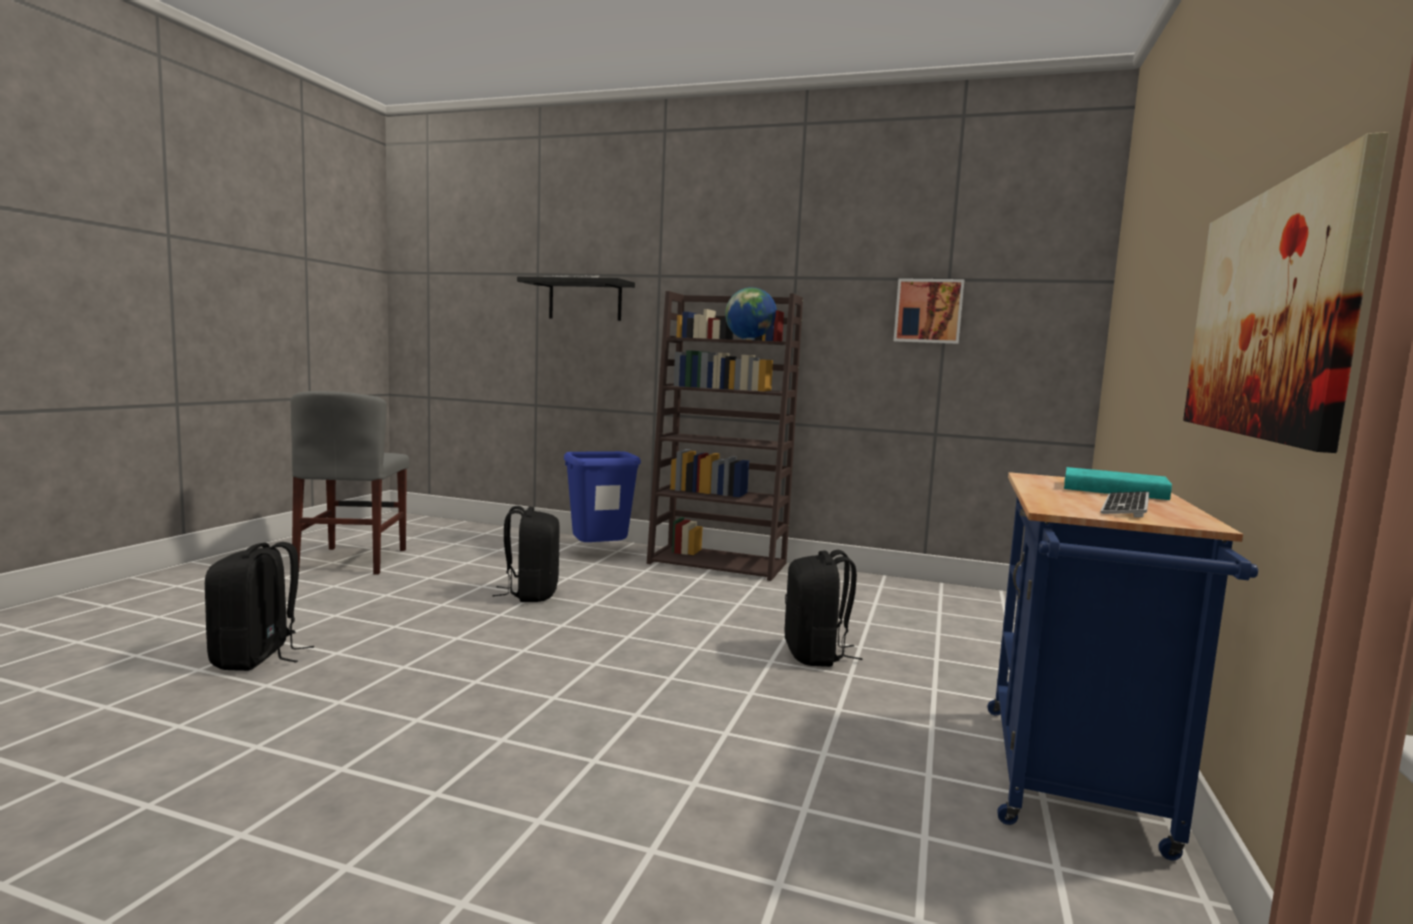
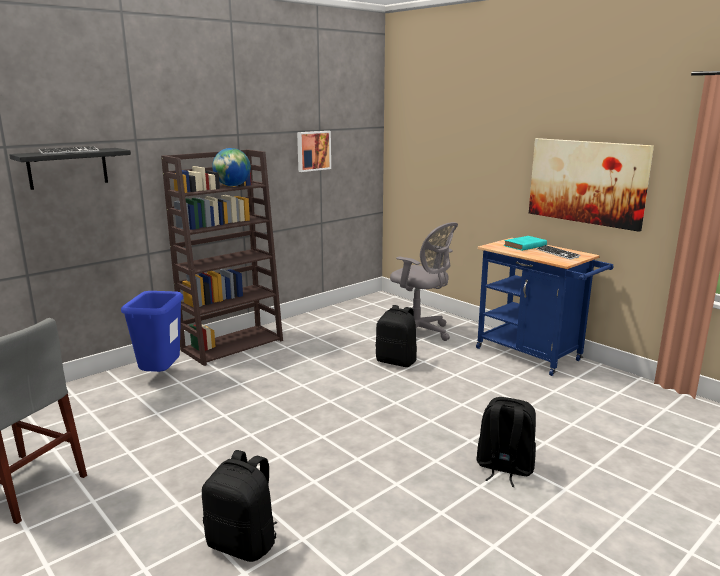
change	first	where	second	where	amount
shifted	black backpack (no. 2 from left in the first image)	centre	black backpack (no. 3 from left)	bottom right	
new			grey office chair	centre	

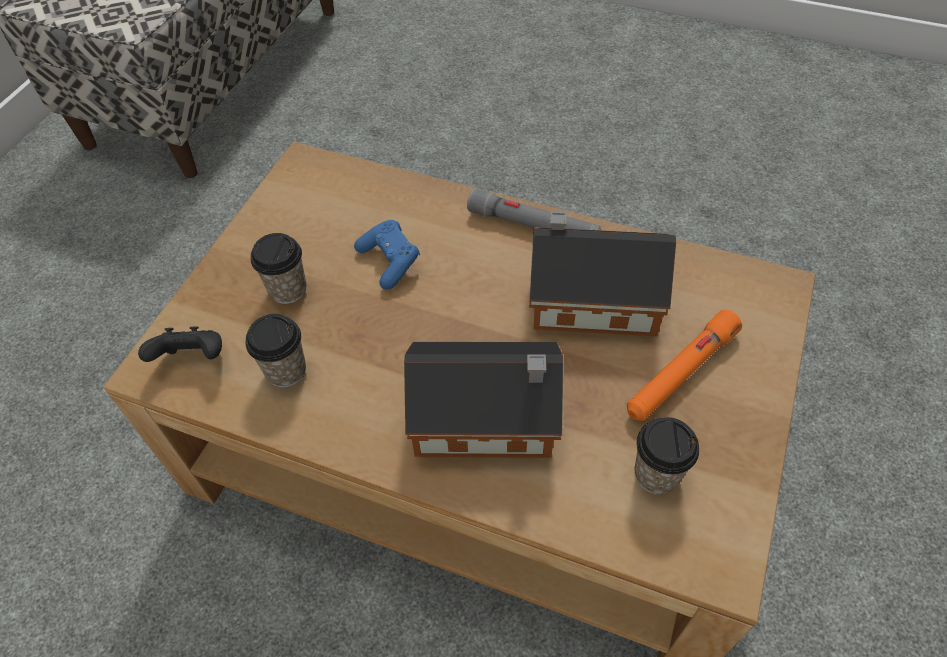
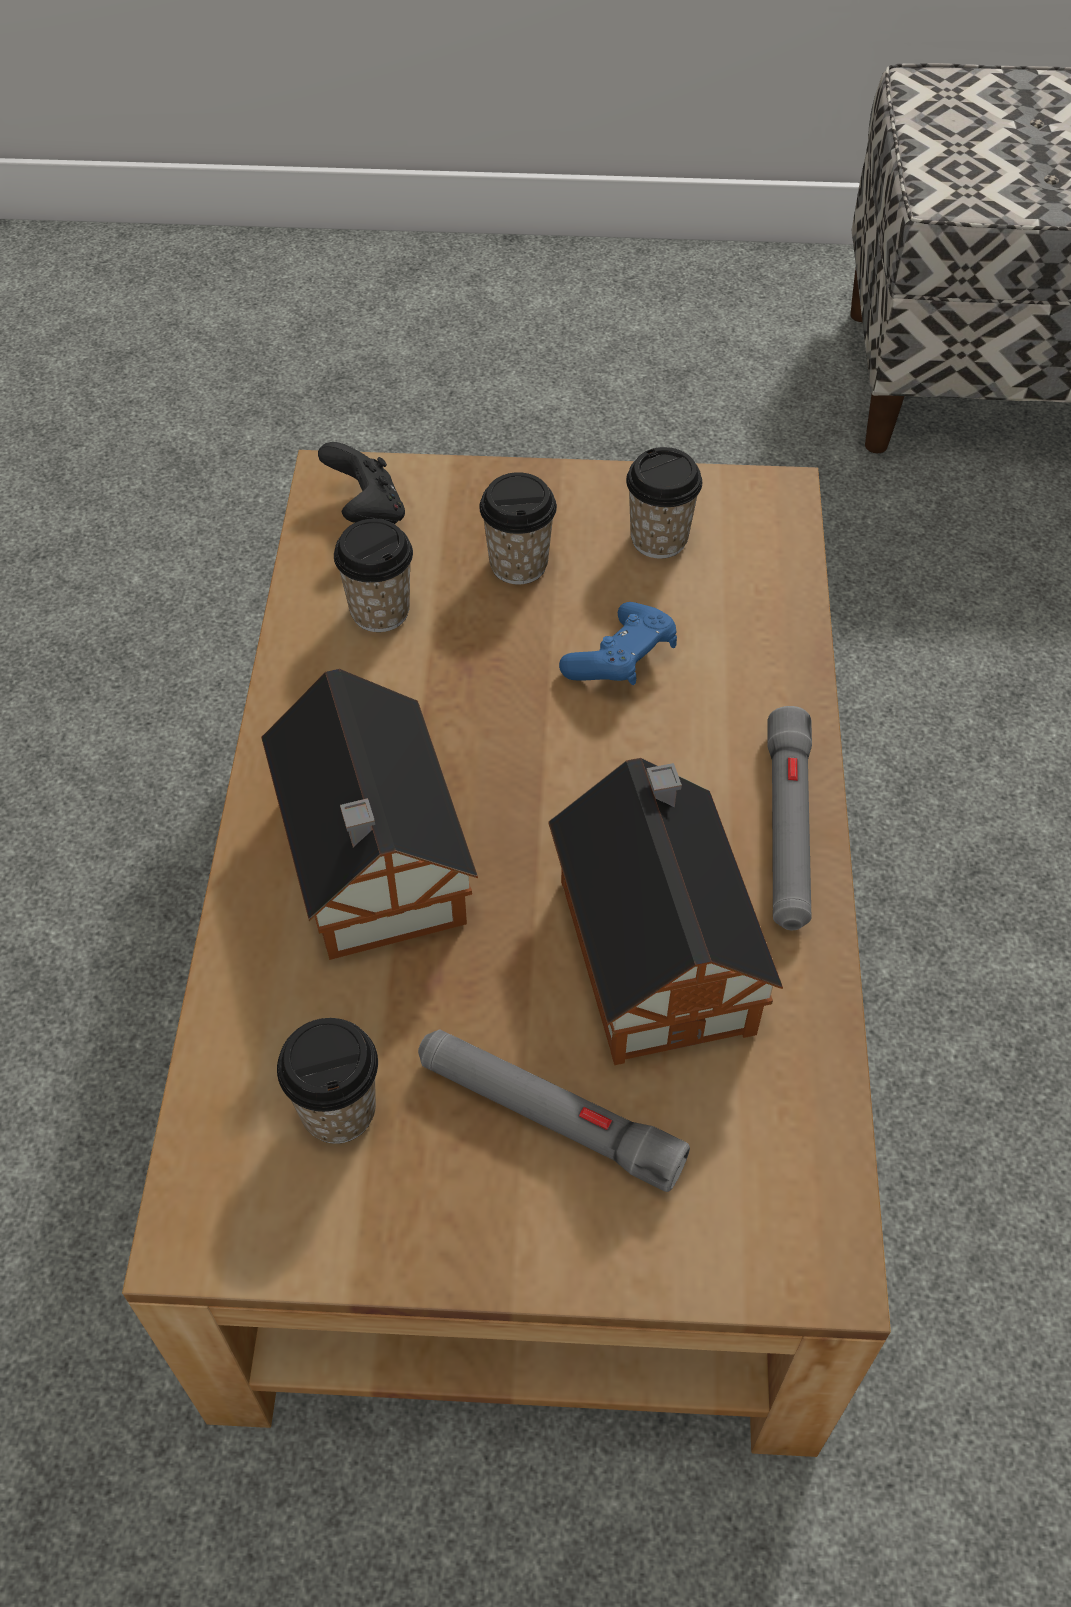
change	first	where	second	where	amount
repainted	orange flashlight	middle right	grey flashlight (no. 1 from left)	bottom centre	
new			cup (no. 4 from left)	top centre	

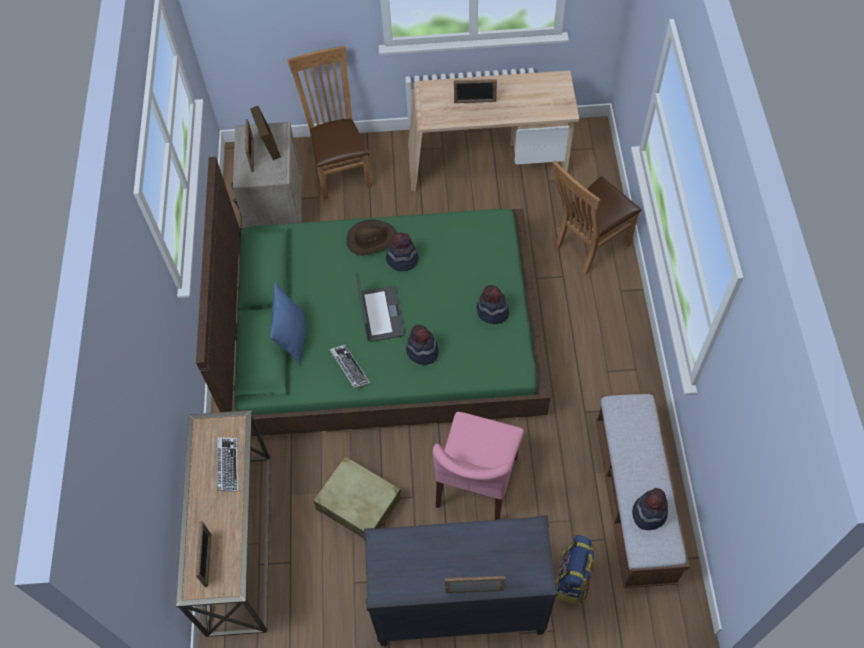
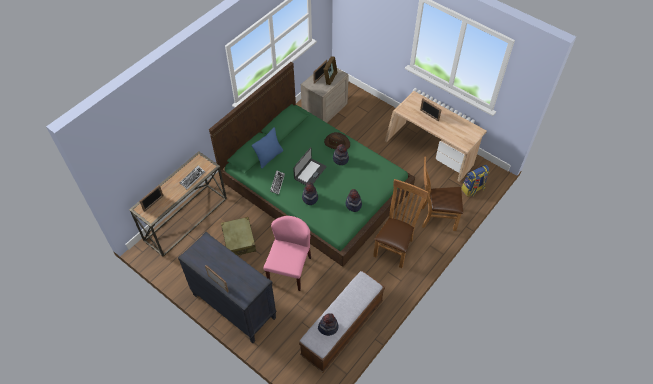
change	first	where	second	where	amount
shifted	brown chair (no. 1 from left)	top centre		centre	
rotated	pink chair	bottom centre		centre	135 degrees clockwise
shifted	backpack	bottom centre		middle right	

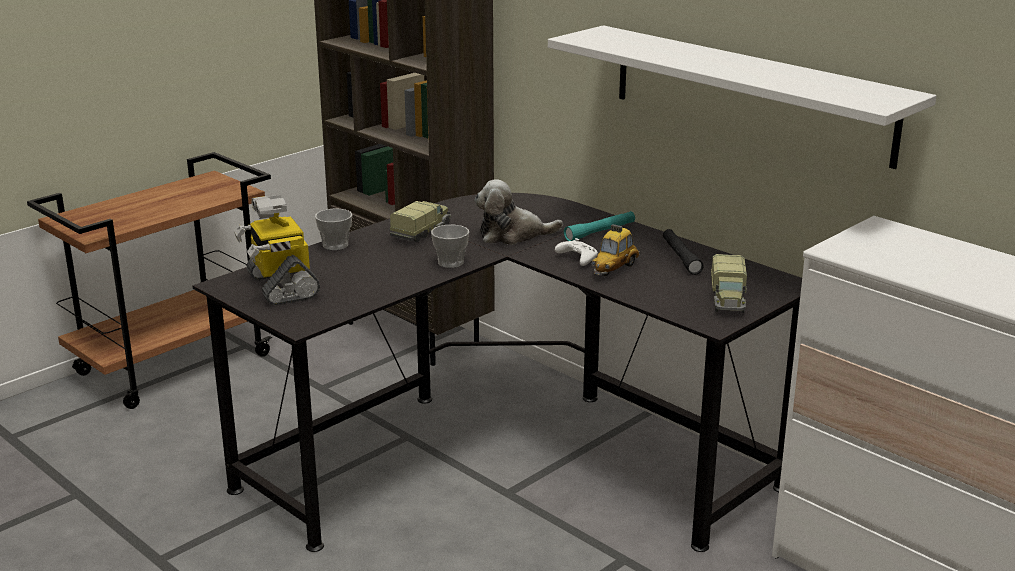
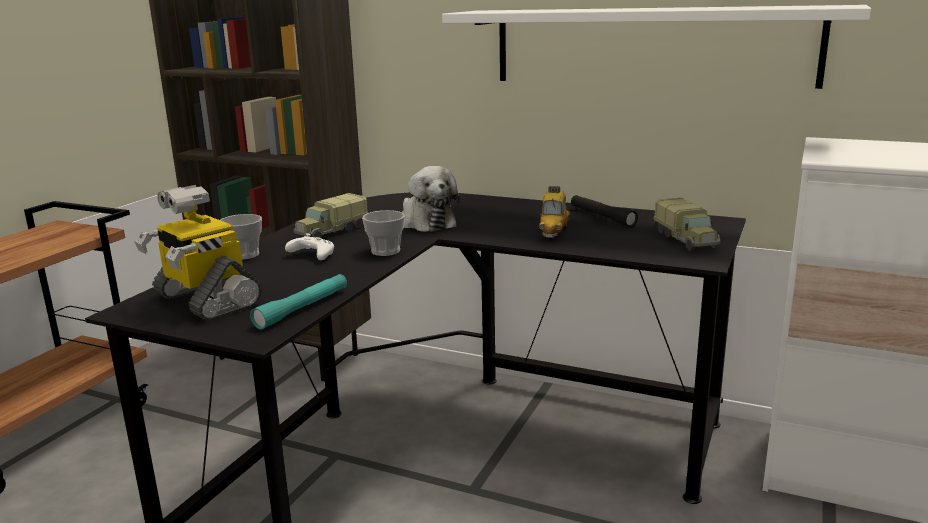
change	first	where	second	where	amount
rotated	toy truck (no. 1 from left)	centre		centre	150 degrees counterclockwise
rotated	plush toy	centre		centre	90 degrees counterclockwise
shifted	white game controller	centre		middle left	
shifted	turquoise flashlight	centre		middle left	

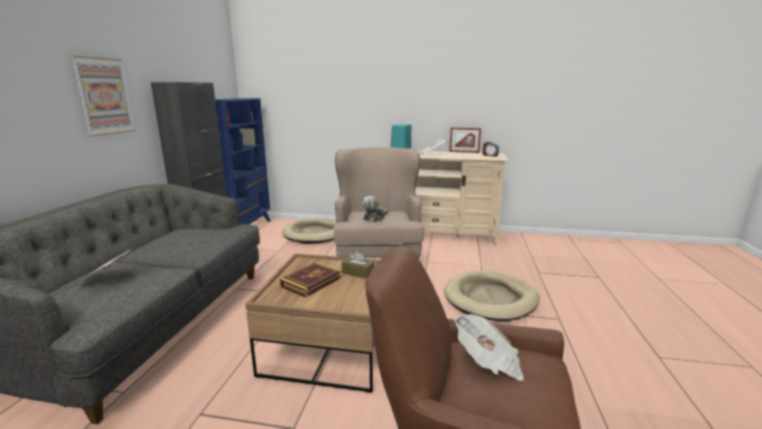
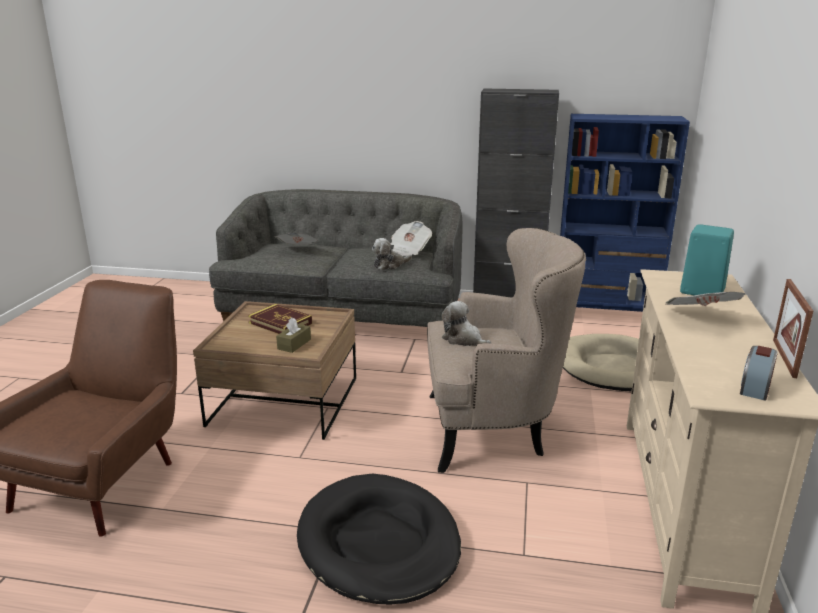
change	first	where	second	where	amount
gone	picture	top left			
repainted	beige dog bed (no. 2 from left)	bottom centre	black dog bed	bottom centre	
shifted	newspaper (no. 3 from left in the first image)	bottom centre	newspaper (no. 2 from left)	centre	
new			plush toy (no. 1 from left)	centre	

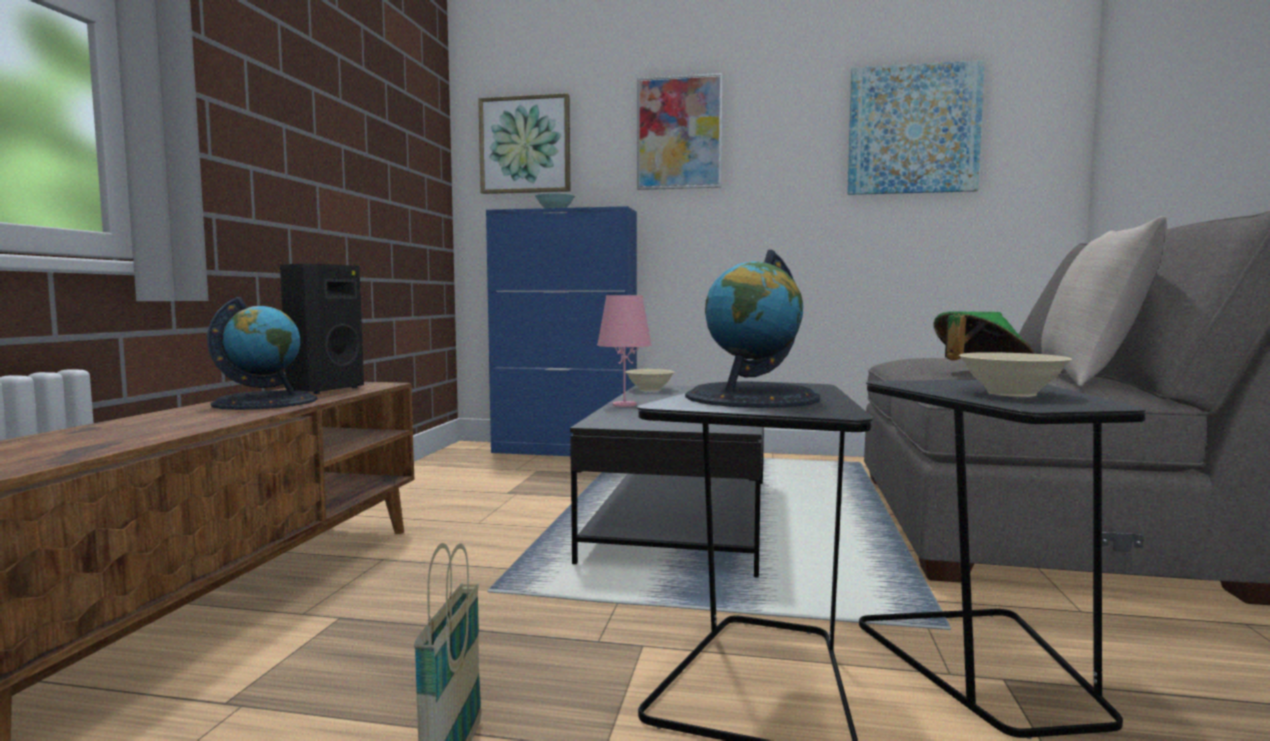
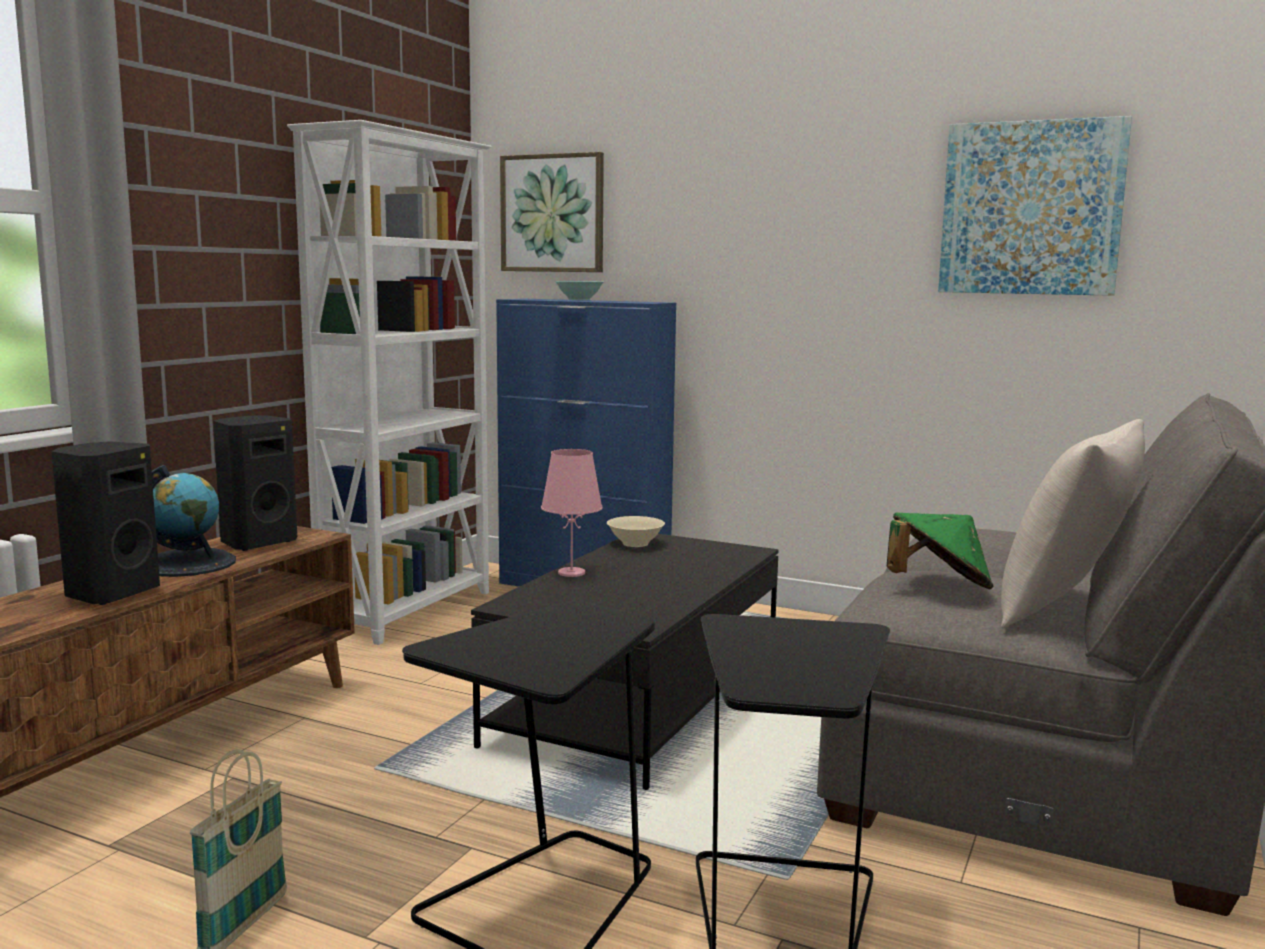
change	first	where	second	where	amount
gone	picture (no. 2 from left)	top centre			
gone	globe (no. 2 from left)	centre			
gone	beige bowl (no. 2 from left)	middle right			
new			black speaker (no. 1 from left)	middle left	
new			white bookcase	middle left	

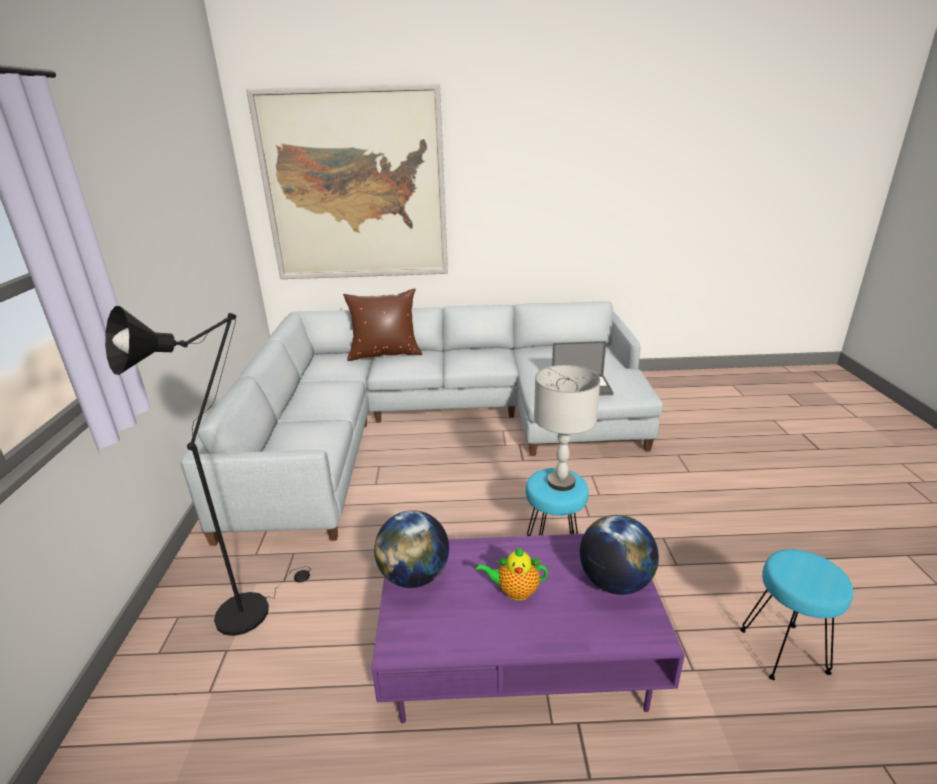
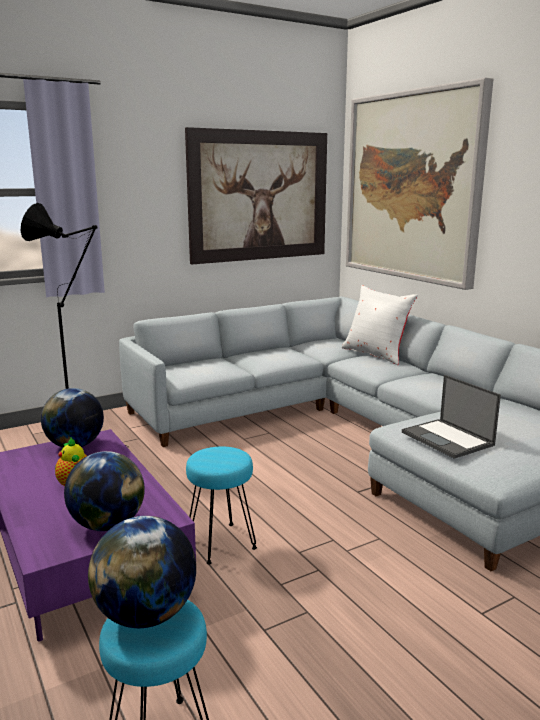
change	first	where	second	where	amount
repainted	brown pillow	centre	white pillow	middle right	
gone	grey table lamp	centre			
new			globe (no. 3 from left)	bottom left	
new			picture (no. 1 from left)	top centre	

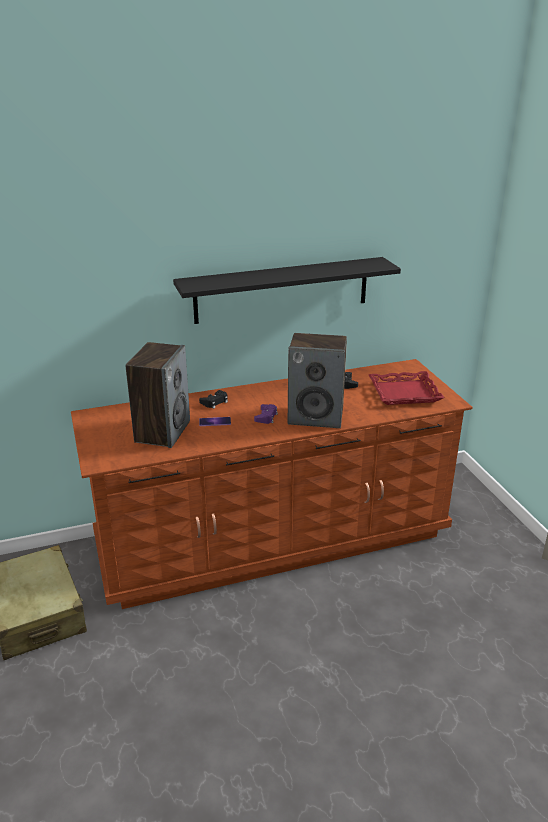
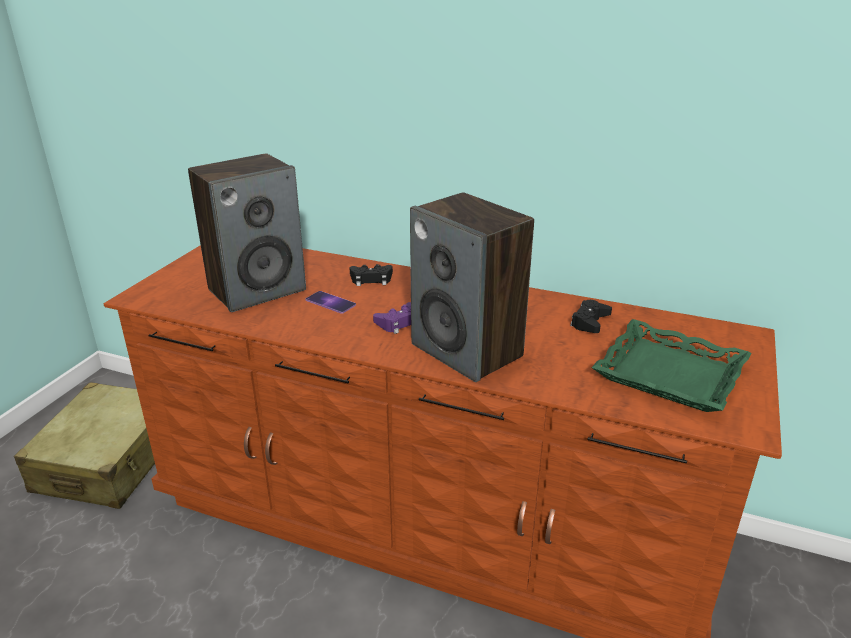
change	first	where	second	where	amount
gone	black shelf	centre			
repainted	red tray	middle right	green tray	middle right	

